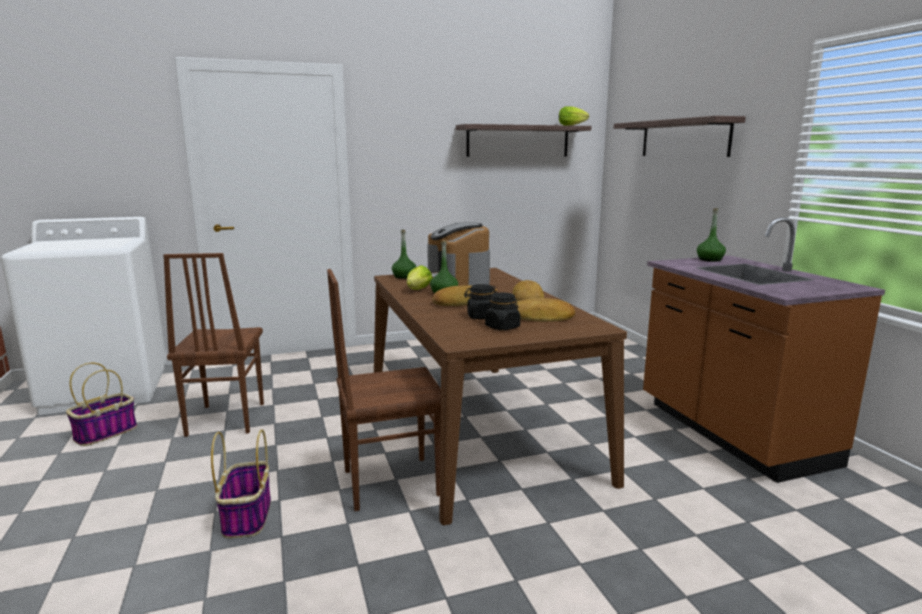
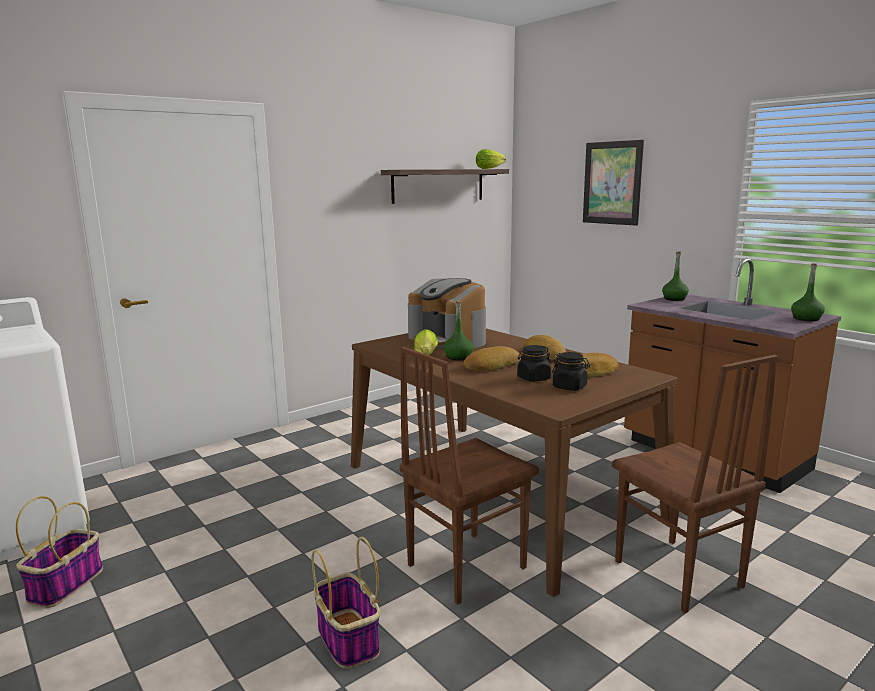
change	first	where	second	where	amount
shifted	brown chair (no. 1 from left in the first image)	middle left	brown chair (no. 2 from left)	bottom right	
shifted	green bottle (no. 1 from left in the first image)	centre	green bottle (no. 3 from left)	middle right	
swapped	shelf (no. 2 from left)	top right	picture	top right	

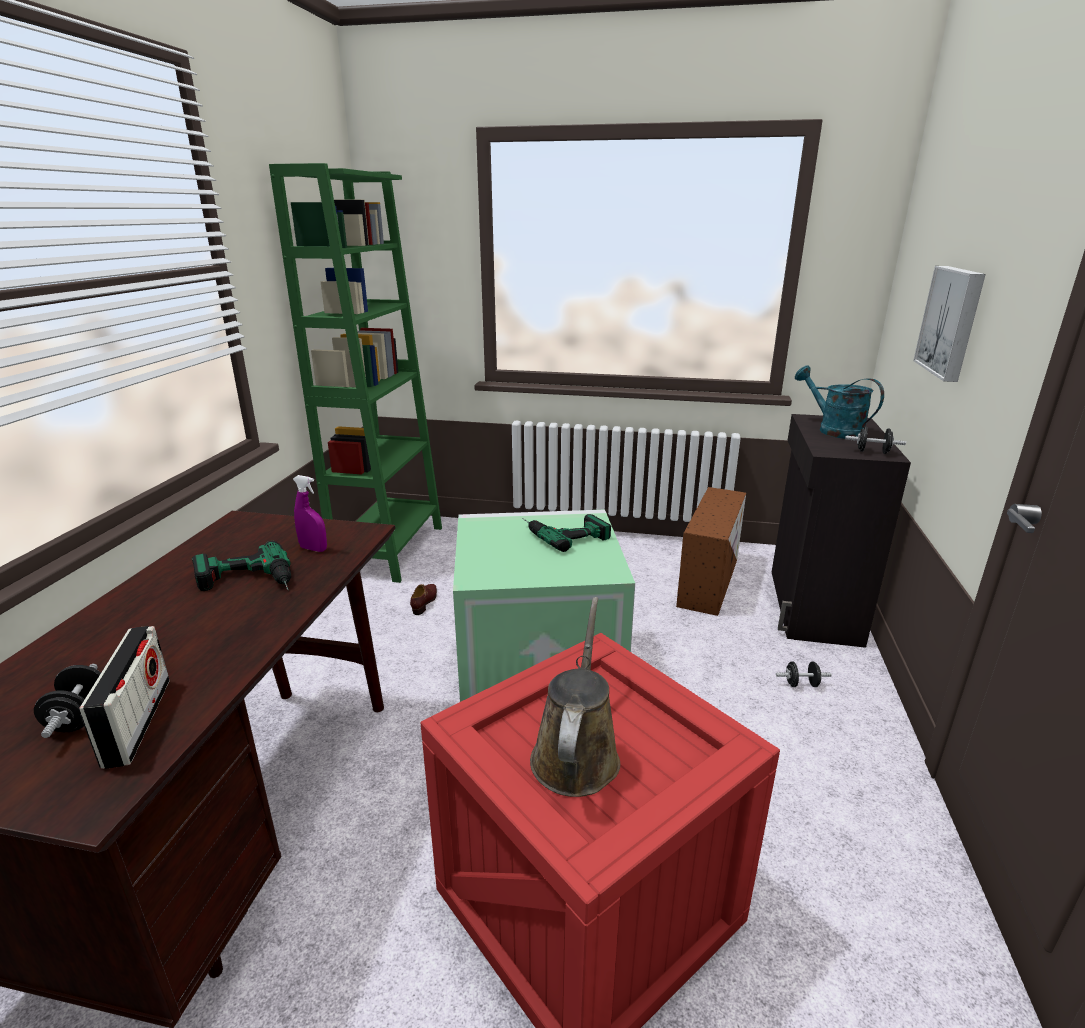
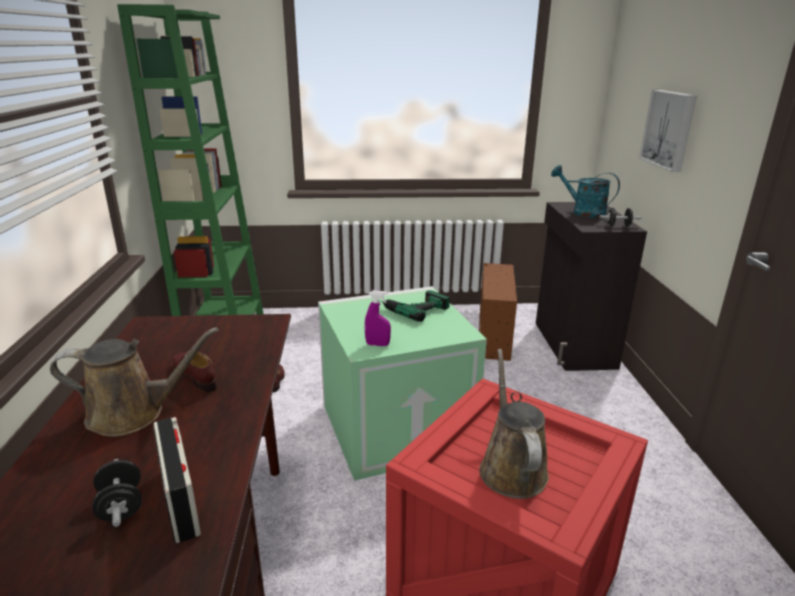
change	first	where	second	where	amount
swapped	power drill (no. 1 from left)	middle left	brown shoe (no. 1 from left)	middle left	
shifted	purple spray bottle	middle left		centre	
gone	black dumbbell (no. 2 from left)	middle right			
new			brown watering can (no. 1 from left)	middle left	

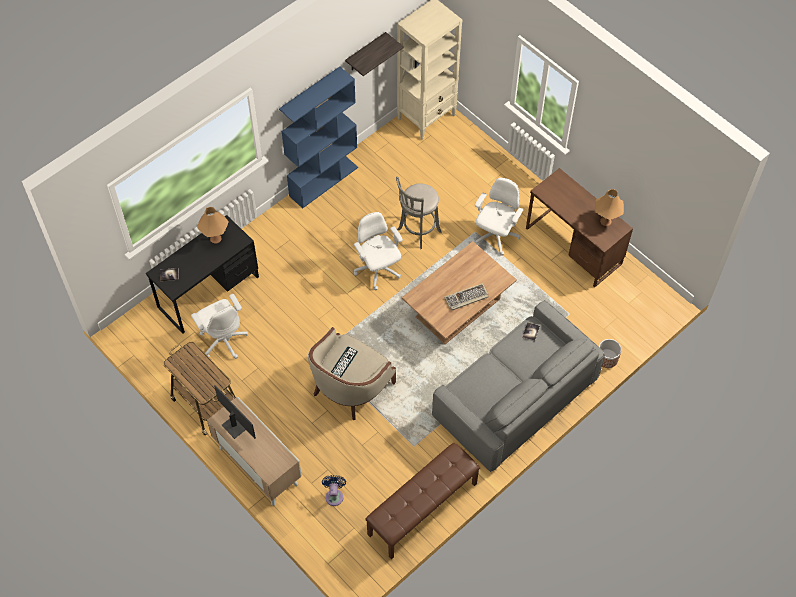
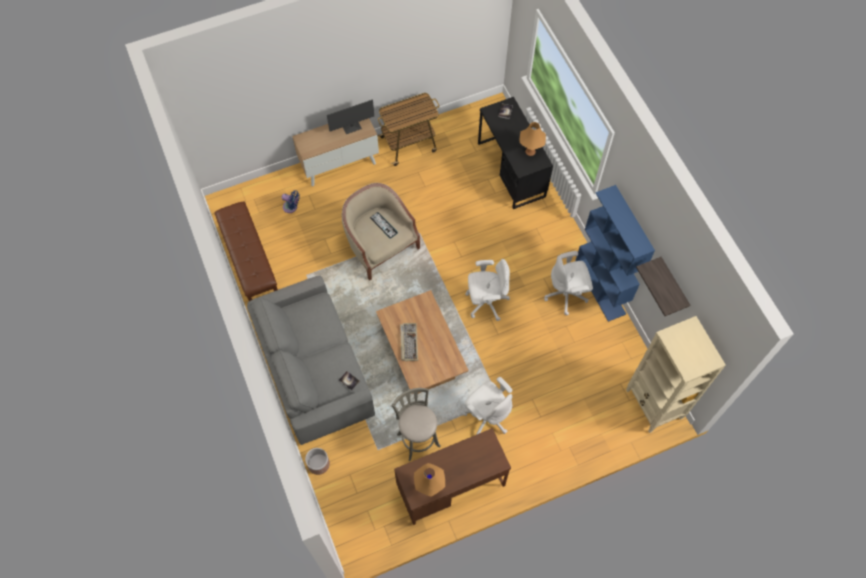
change	first	where	second	where	amount
shifted	white office chair (no. 1 from left in the first image)	middle left	white office chair (no. 3 from left)	centre	
shifted	grey stool	centre		bottom centre	

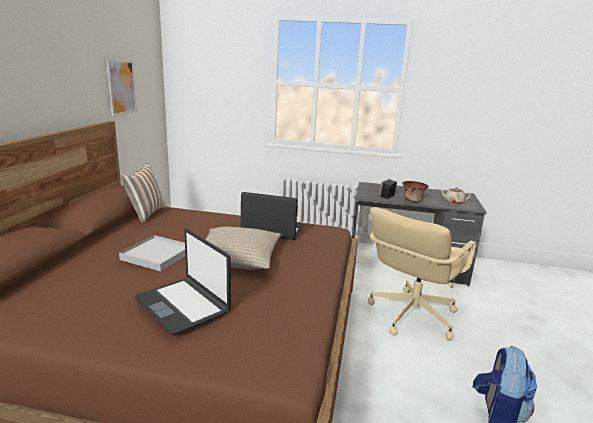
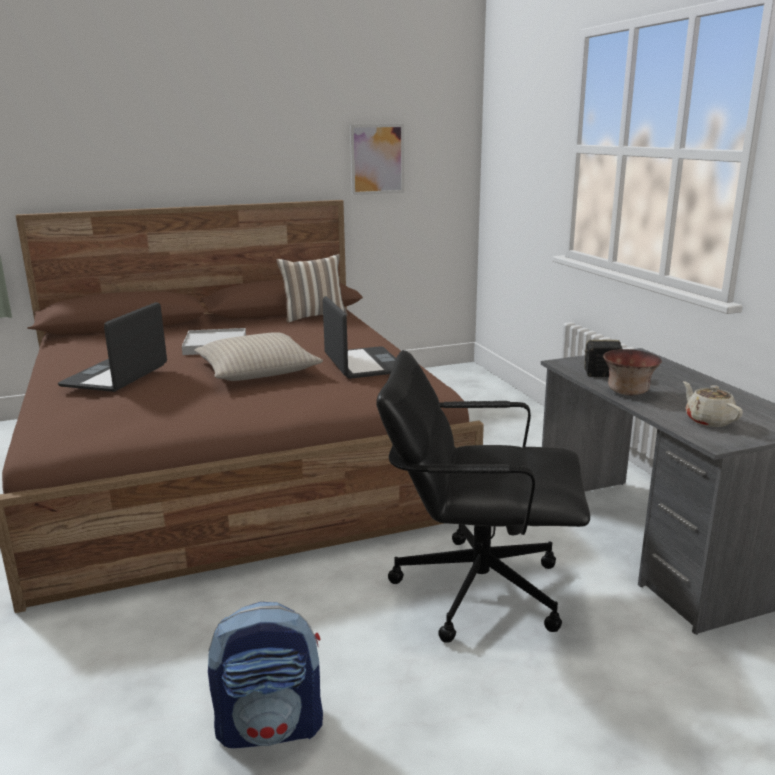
change	first	where	second	where	amount
repainted	beige office chair	middle right	black office chair	centre	

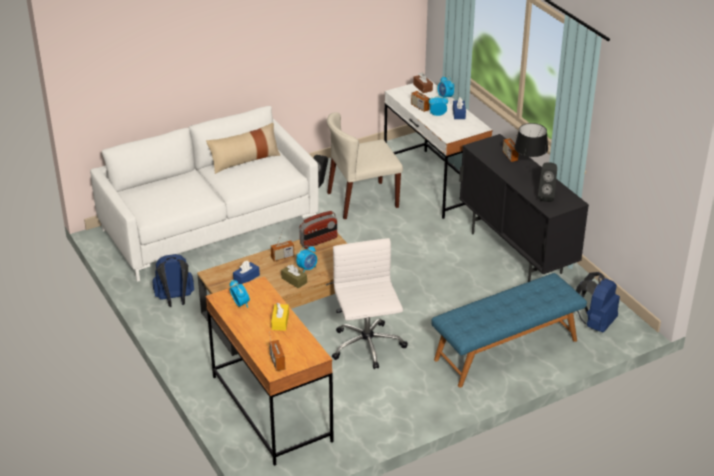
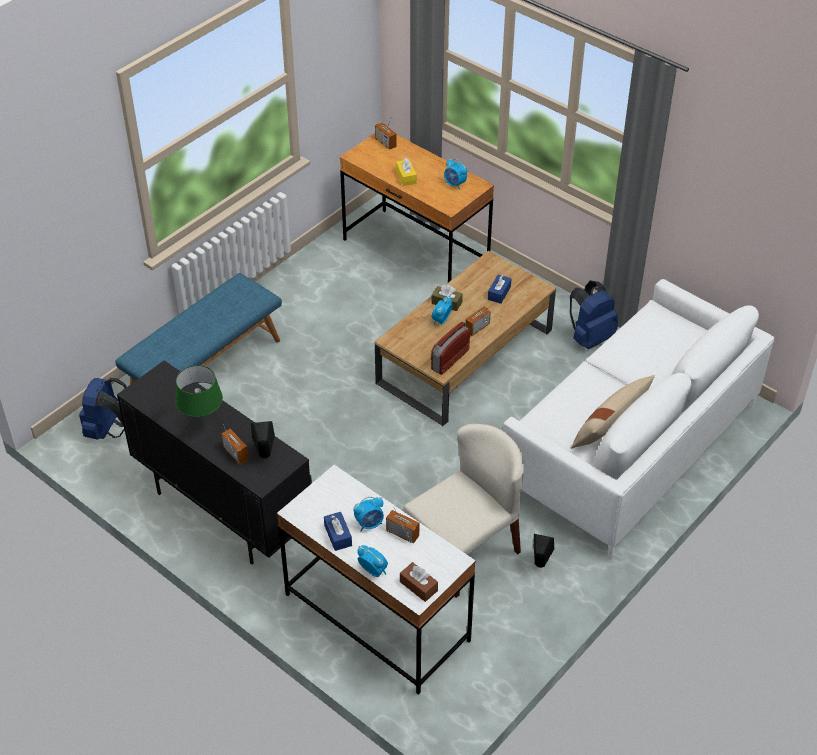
change	first	where	second	where	amount
gone	white office chair	centre			
repainted	black table lamp	top right	green table lamp	middle left	
shifted	black speaker (no. 2 from left in the first image)	middle right	black speaker (no. 1 from left)	middle left	

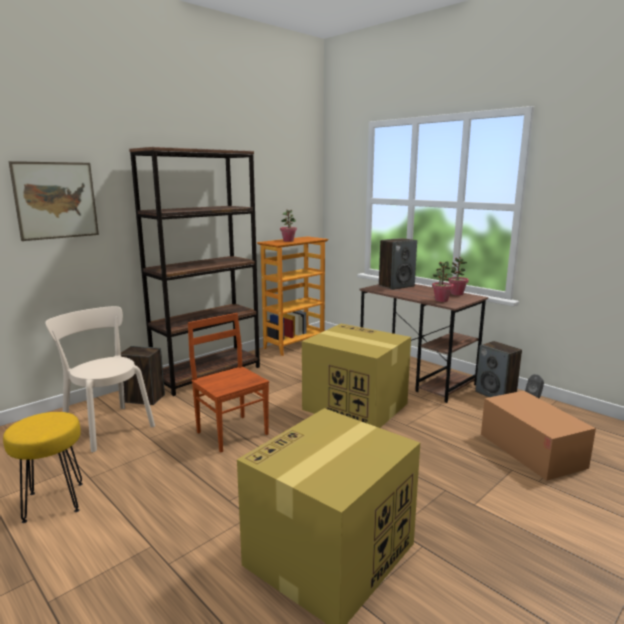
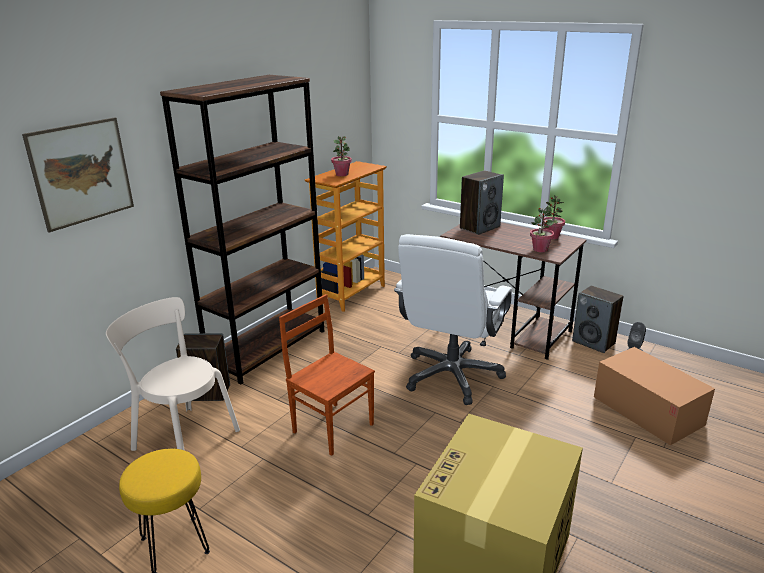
change	first	where	second	where	amount
swapped	cardboard box (no. 2 from left)	centre	white office chair	centre	

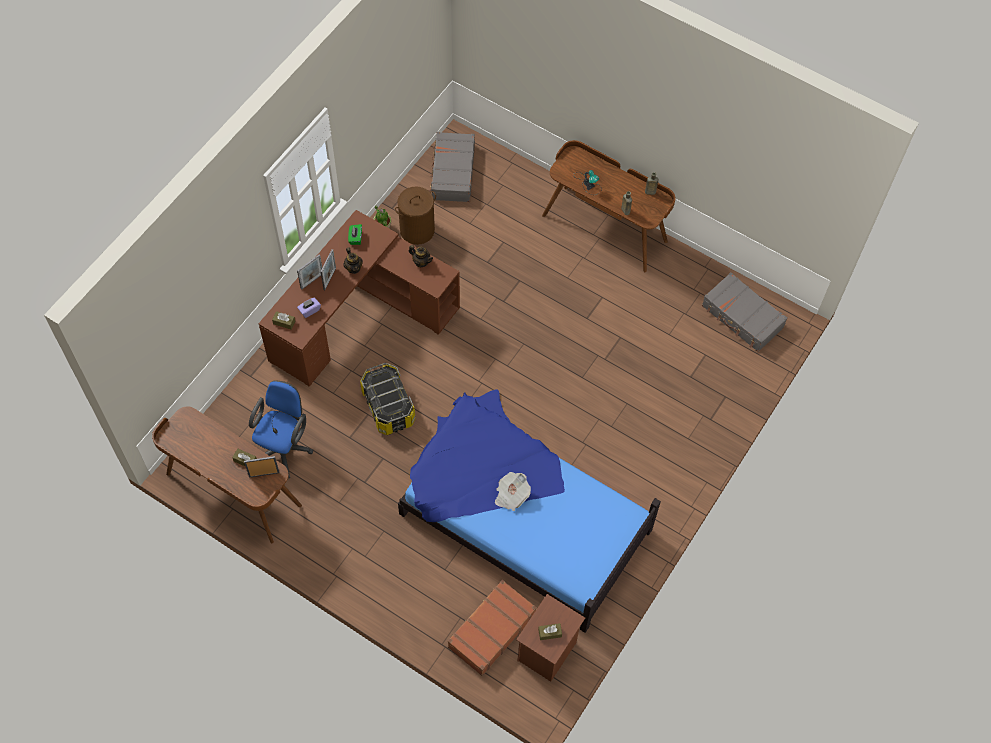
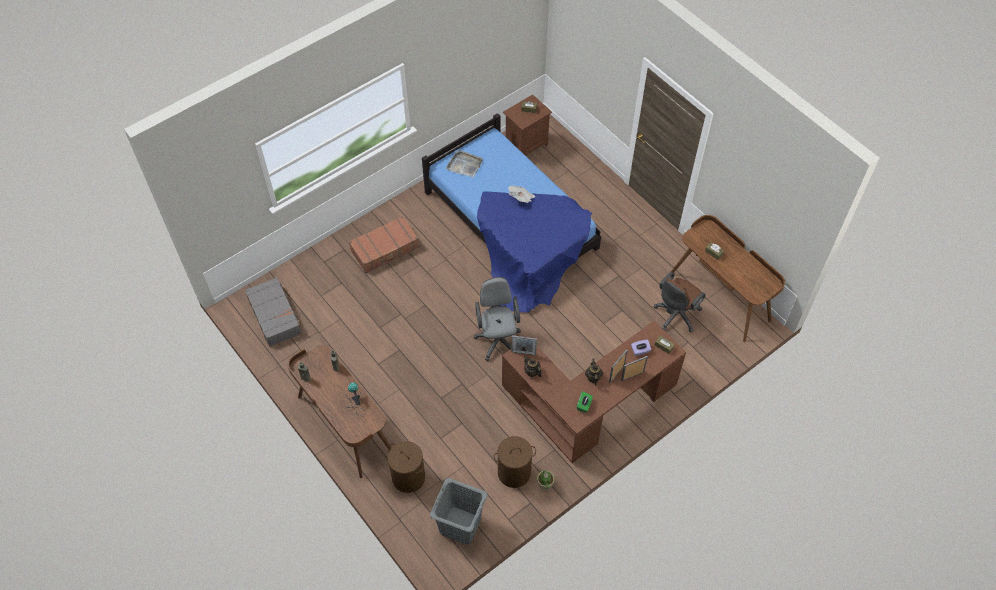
change	first	where	second	where	amount
shifted	picture frame (no. 1 from left)	middle left		centre	
repainted	blue office chair	middle left	brown office chair	middle right	
gone	storage box	centre			
swapped	grey suitcase (no. 1 from left)	top centre	grey laundry basket	bottom centre	
shifted	brown suitcase	bottom centre		centre	
new			brown laundry basket (no. 1 from left)	bottom centre	
new			grey tray	top centre	
new			grey office chair	centre	

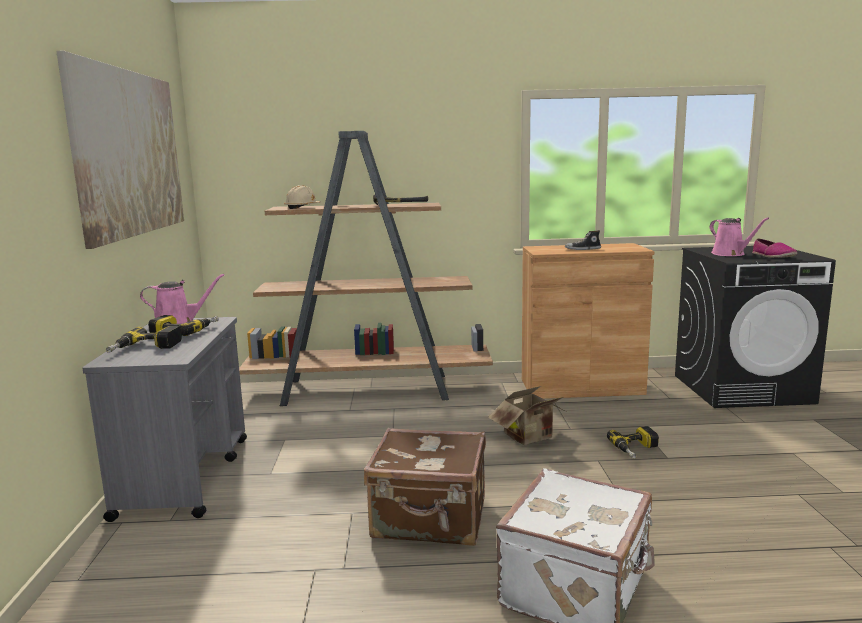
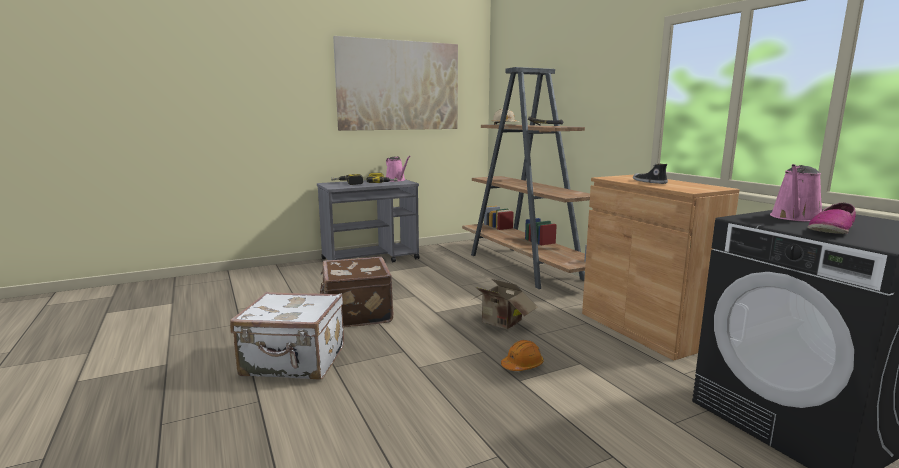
change	first	where	second	where	amount
swapped	power drill (no. 3 from left)	bottom right	orange hard hat	bottom centre	

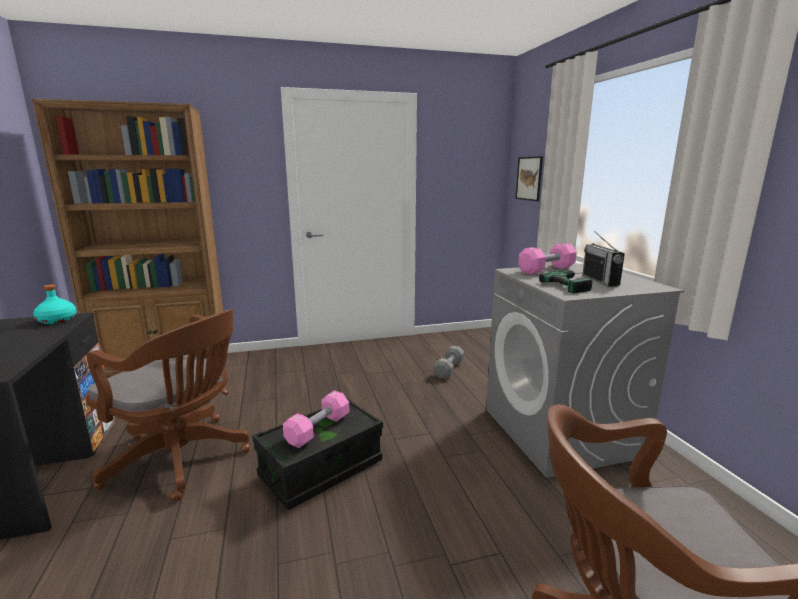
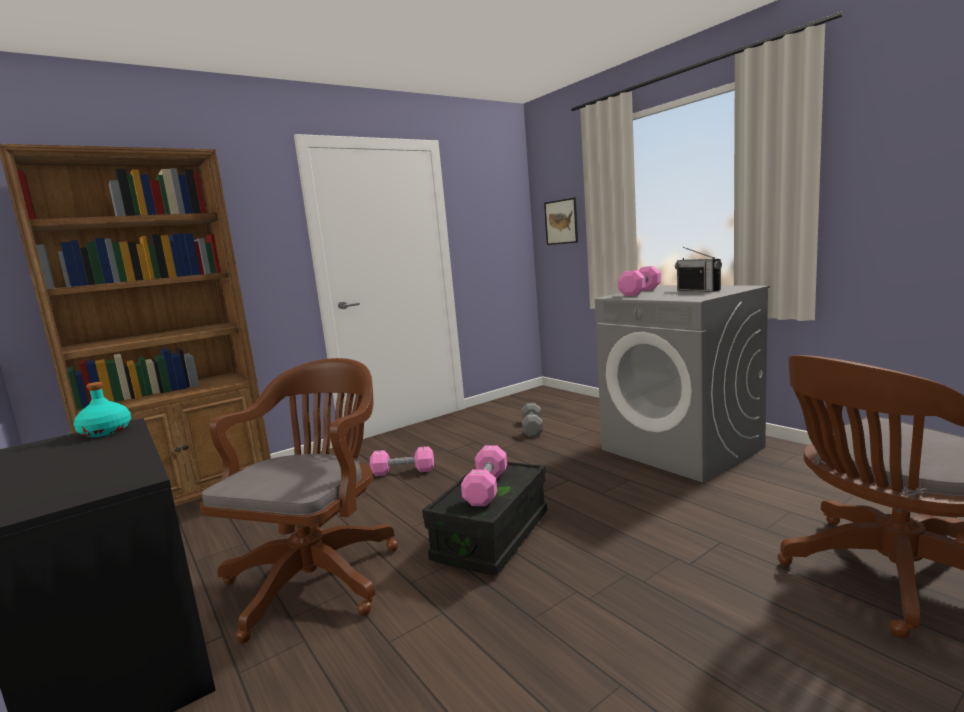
change	first	where	second	where	amount
rotated	brown office chair (no. 1 from left)	bottom left		bottom left	75 degrees counterclockwise
gone	power drill	middle right			
new			pink dumbbell (no. 1 from left)	centre	

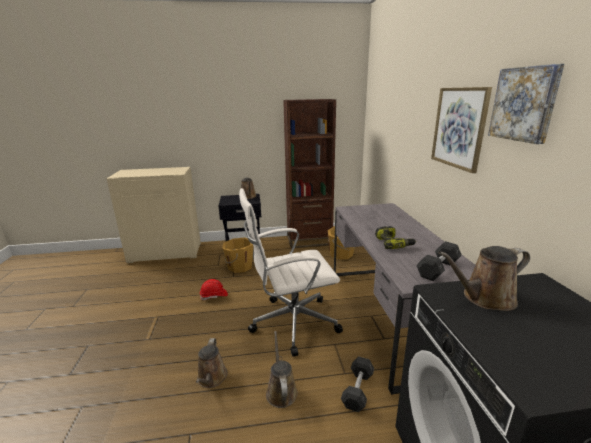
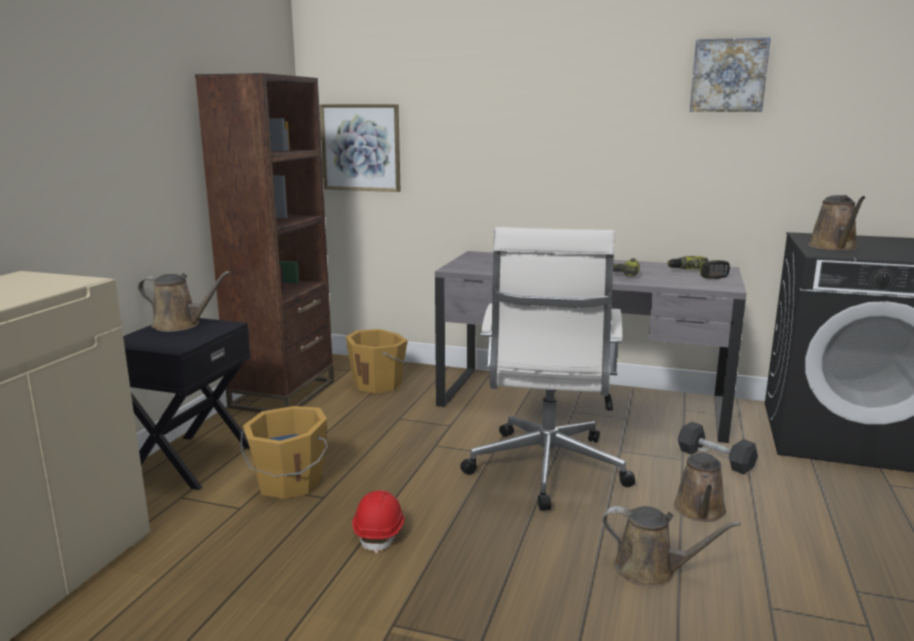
change	first	where	second	where	amount
rotated	brown watering can (no. 3 from left)	bottom centre		bottom right	90 degrees counterclockwise
swapped	grey dumbbell (no. 2 from left)	middle right	power drill (no. 2 from left)	middle right	
shifted	picture (no. 1 from left)	top right		top centre	

